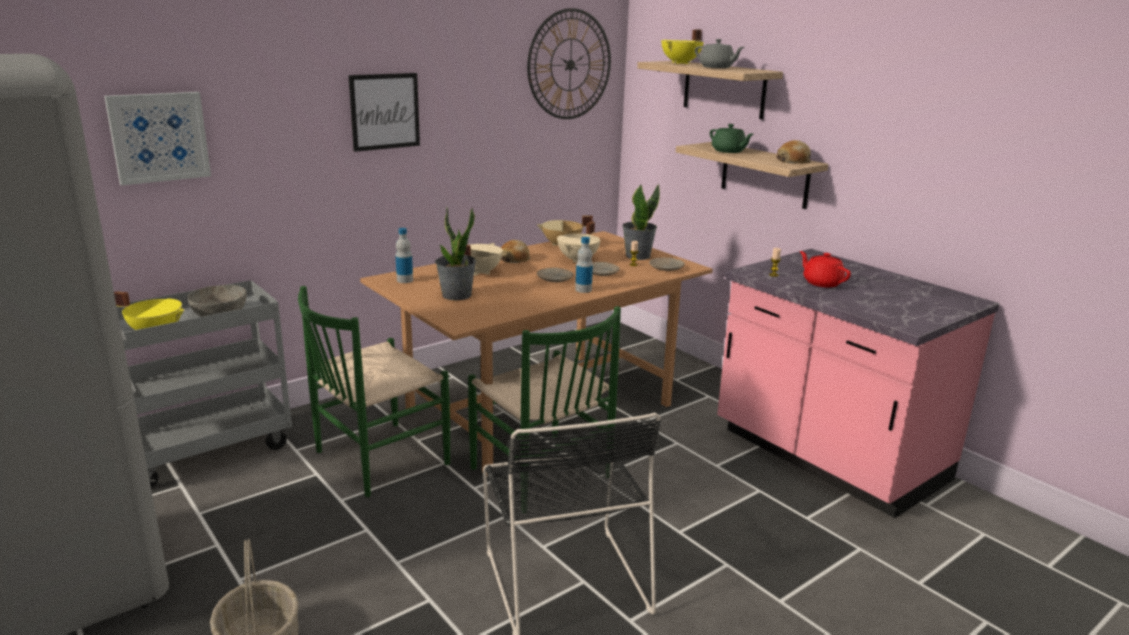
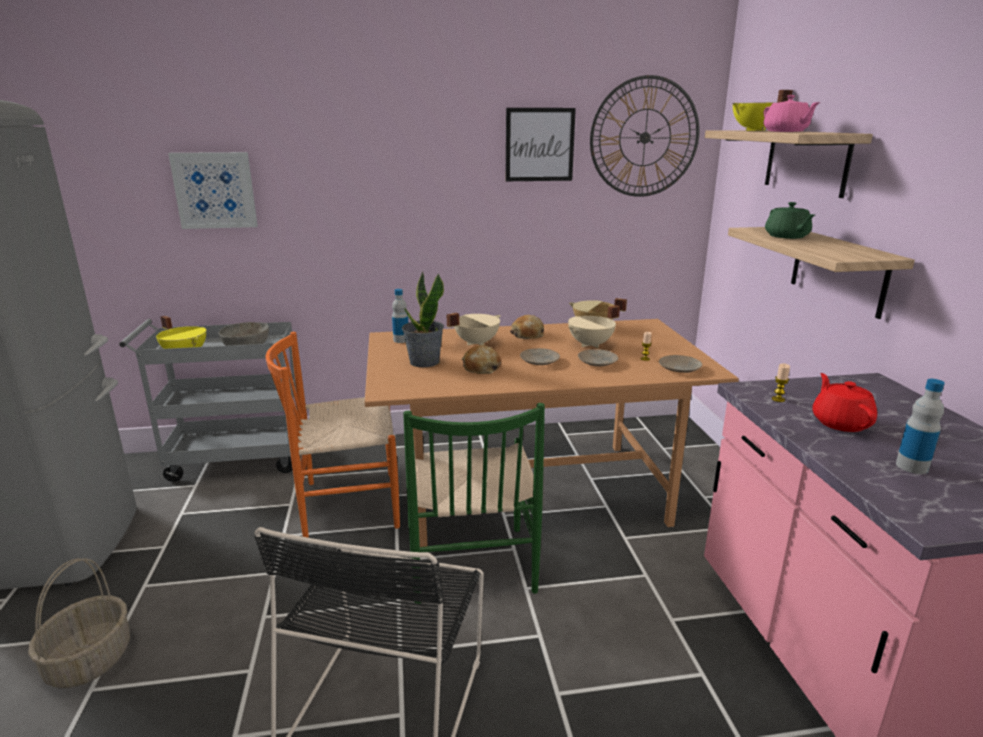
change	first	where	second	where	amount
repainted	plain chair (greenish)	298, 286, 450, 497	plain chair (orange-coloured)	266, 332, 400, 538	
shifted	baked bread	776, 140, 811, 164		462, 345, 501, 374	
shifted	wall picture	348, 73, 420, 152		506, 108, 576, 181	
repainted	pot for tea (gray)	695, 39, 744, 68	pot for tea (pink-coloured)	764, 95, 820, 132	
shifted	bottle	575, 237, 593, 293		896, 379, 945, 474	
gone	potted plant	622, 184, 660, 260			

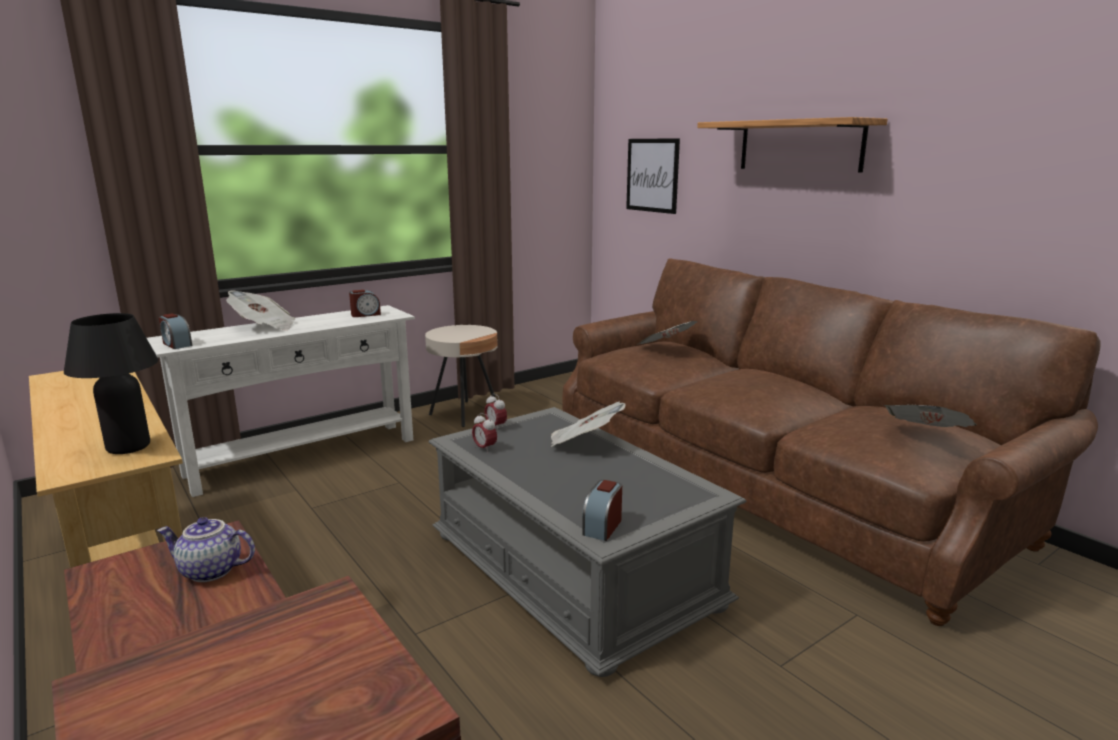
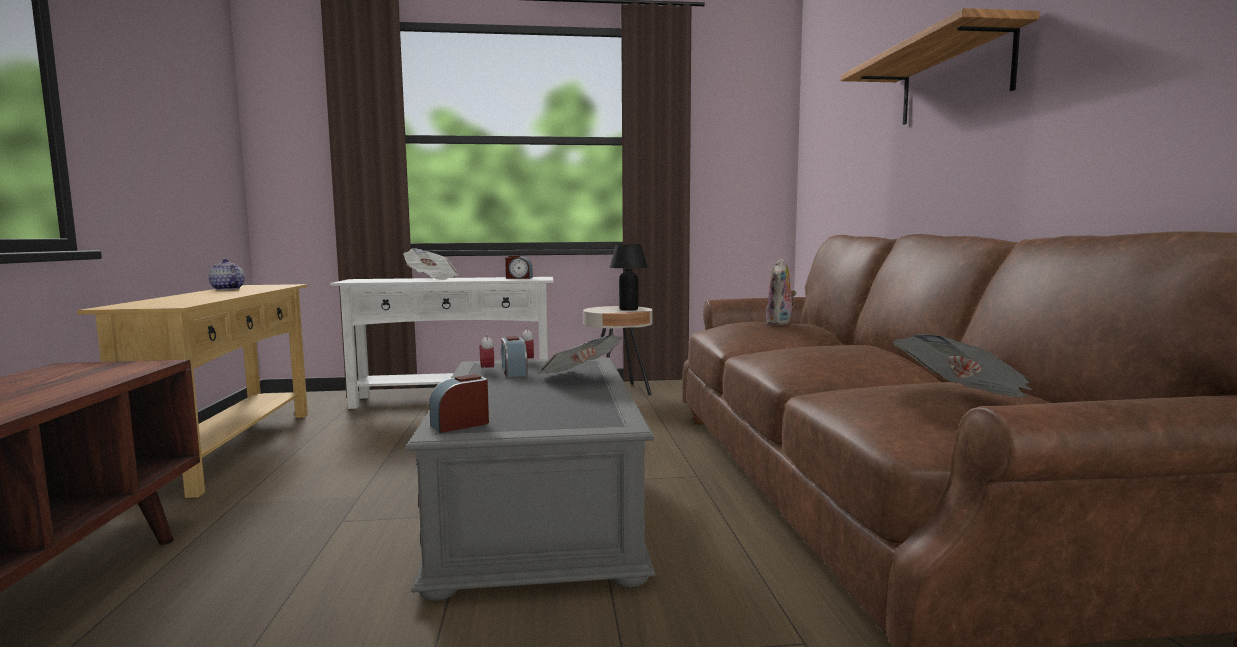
change	first	where	second	where	amount
shifted	pot for tea	157, 517, 255, 582		209, 259, 245, 290	
shifted	table clock	159, 313, 192, 349		501, 336, 528, 377	
shifted	table lamp (black)	64, 313, 158, 454		609, 245, 648, 310	
swapped	printed paper	637, 321, 698, 345	soft toy	766, 258, 797, 325	
gone	wall picture	626, 138, 680, 214			

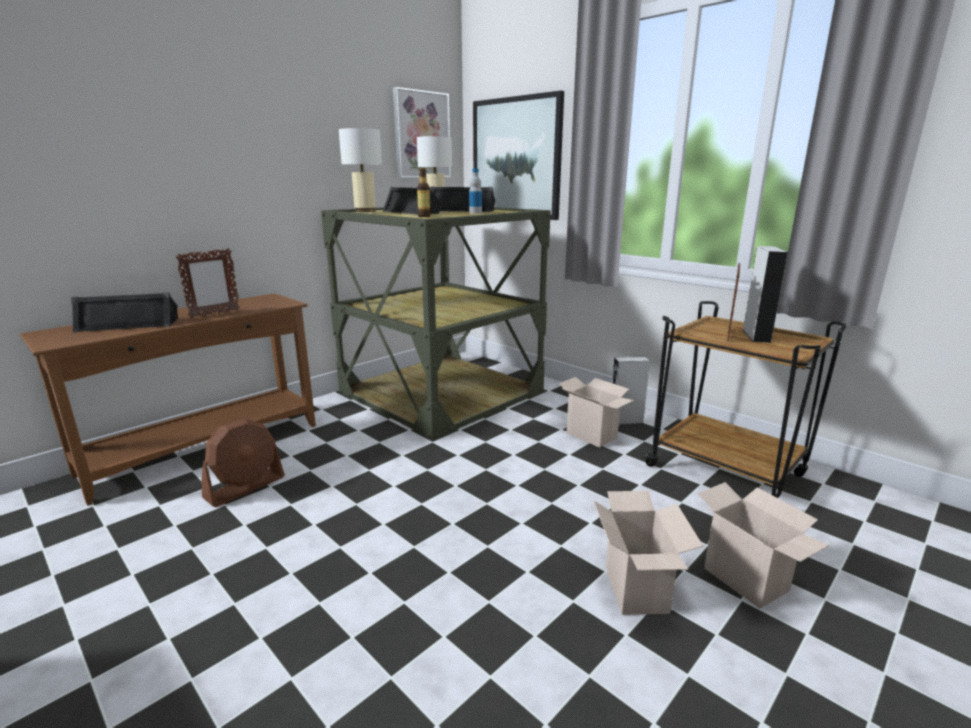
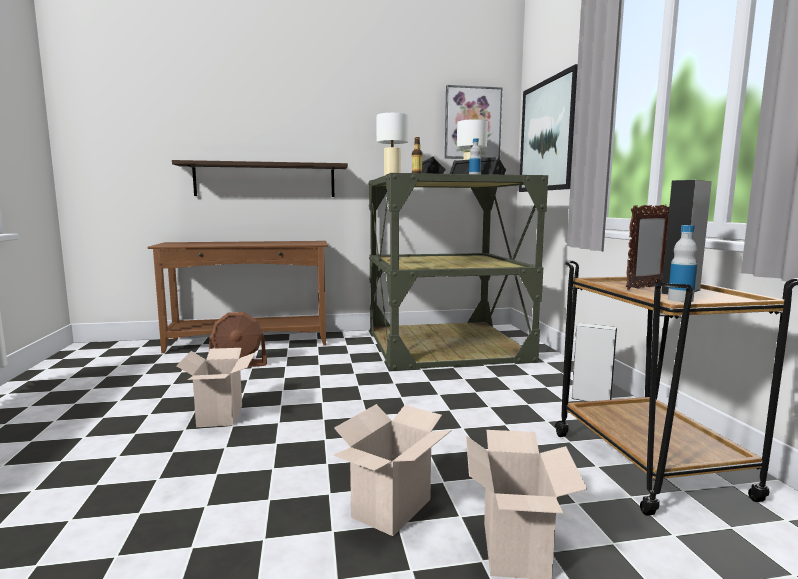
change	first	where	second	where	amount
new			shelf	172, 160, 348, 197	
shifted	packing box	558, 377, 634, 448		177, 348, 255, 427	
new			bottle	668, 225, 697, 302	
gone	audio speaker (black)	71, 292, 178, 332			
gone	picture frame	176, 248, 240, 318			

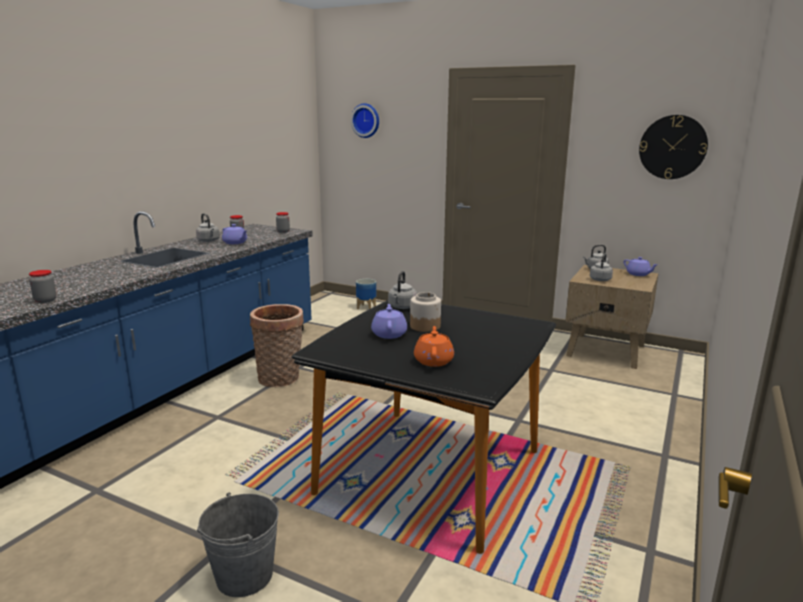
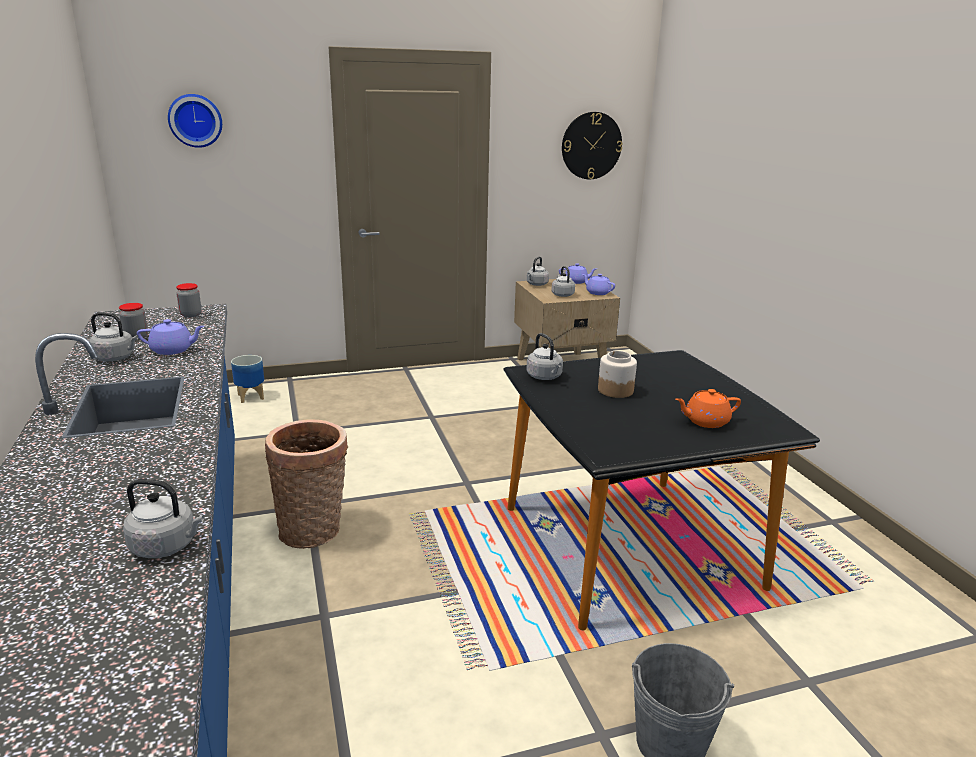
change	first	where	second	where	amount
swapped	preserve jar	29, 270, 56, 303	tea kettle (gray)	123, 479, 204, 558	
shifted	pot for tea (purple)	371, 304, 407, 339		582, 274, 615, 295	
rotated	pot for tea (orange-coloured)	414, 326, 454, 367		676, 389, 741, 428	60 degrees counterclockwise

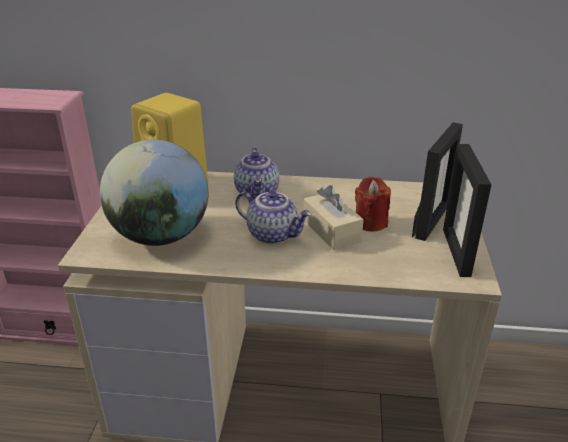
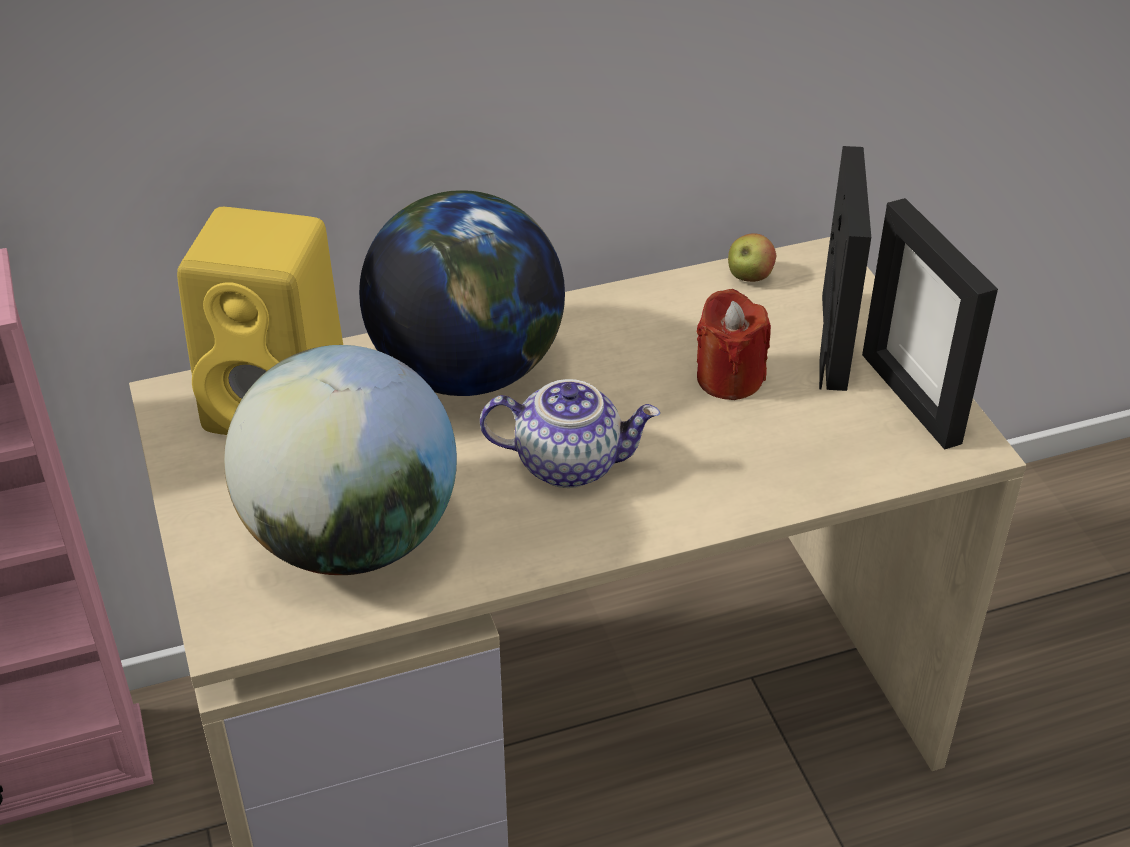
change	first	where	second	where	amount
swapped	pot for tea	234, 148, 279, 199	world globe	359, 190, 565, 396	
new			apple	728, 233, 776, 282	
gone	box of tissues (sand-coloured)	304, 185, 364, 250			

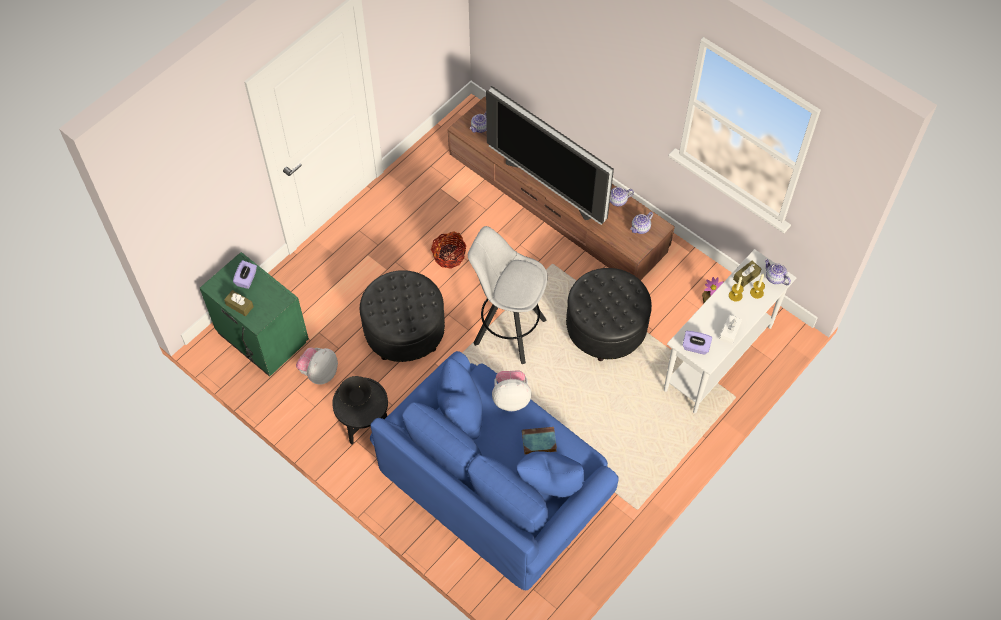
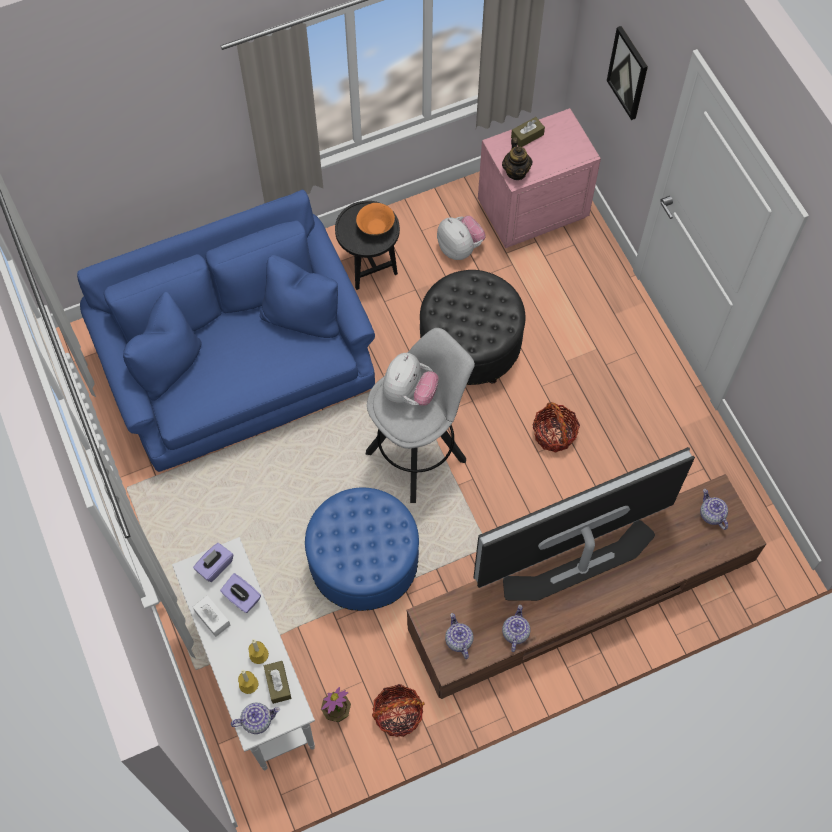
change	first	where	second	where	amount
shifted	box of tissues (purple)	233, 260, 257, 289		220, 573, 261, 613	
repainted	ottoman (black)	566, 268, 652, 361	ottoman (bluish)	305, 488, 419, 611	
repainted	bowl (black)	339, 376, 372, 406	bowl (orange-coloured)	356, 203, 395, 236	
new			basket	372, 684, 424, 737	
shifted	soft toy	492, 370, 532, 411		383, 353, 439, 406	
repainted	nightstand (greenish)	200, 252, 309, 377	nightstand (pink-coloured)	478, 108, 601, 248	
new			pot for tea	502, 137, 532, 180	
new			wall picture	607, 26, 648, 120	
gone	book	522, 427, 557, 455			

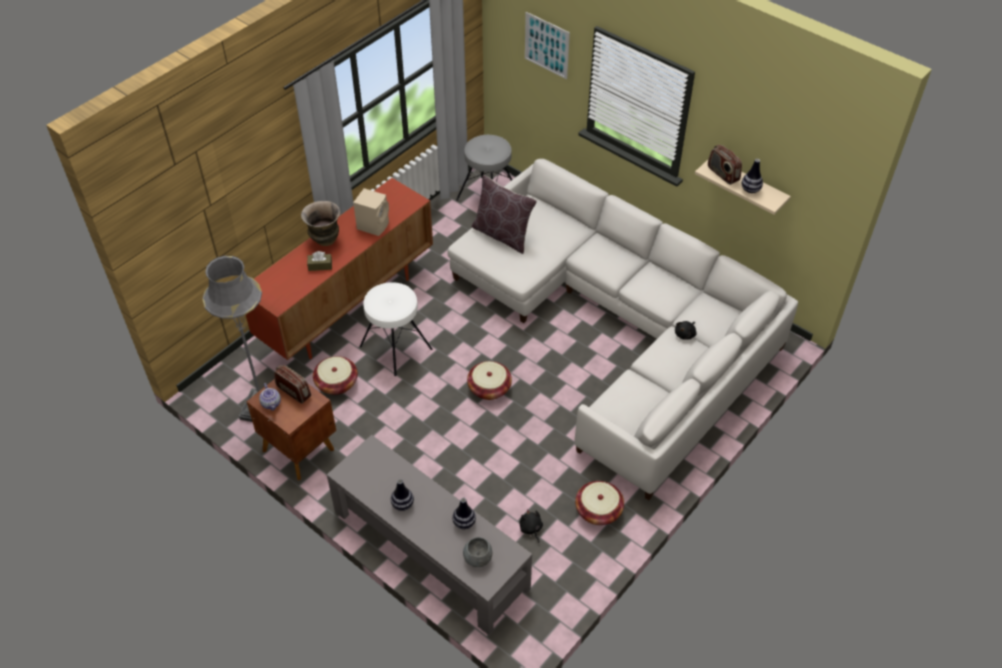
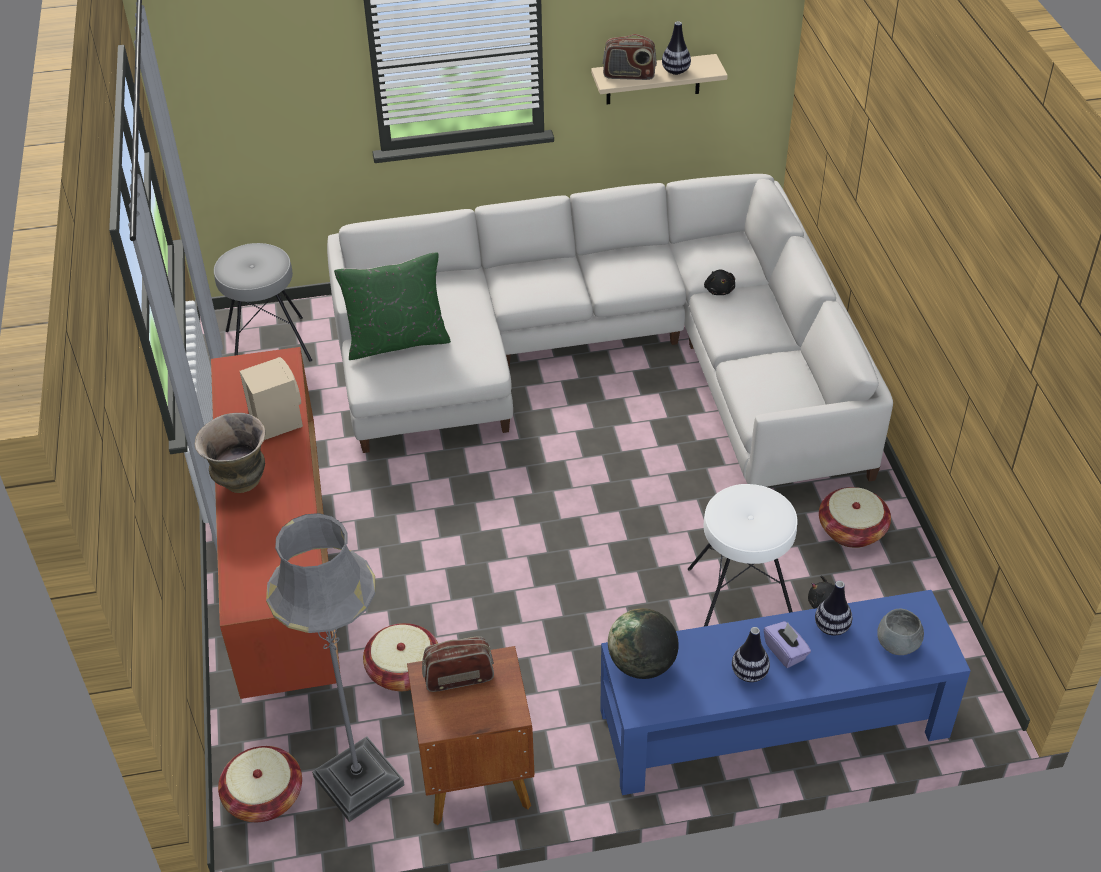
change	first	where	second	where	amount
shifted	basket	467, 361, 512, 400		218, 746, 302, 822	
repainted	cushion (brown-coloured)	471, 175, 537, 254	cushion (greenish)	334, 252, 451, 360	
repainted	tv stand (gray)	327, 435, 532, 635	tv stand (bluish)	600, 590, 971, 795	
new			world globe	608, 608, 679, 679	
shifted	stool seat (white)	360, 283, 432, 376		688, 484, 797, 626	
new			box of tissues (purple)	764, 621, 811, 668	
gone	pot for tea	259, 383, 281, 411			
gone	box of tissues (brown-coloured)	307, 251, 332, 271			
gone	wall picture	525, 12, 570, 80			

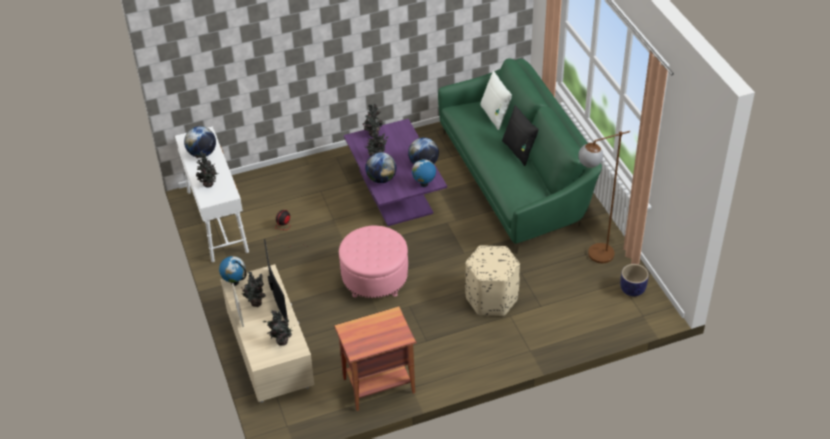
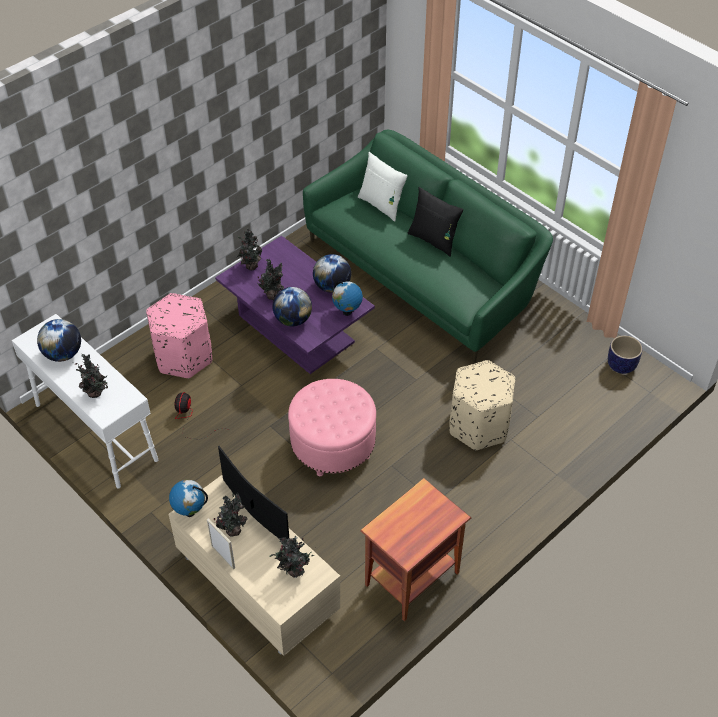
change	first	where	second	where	amount
new			ottoman (pink-coloured)	146, 293, 212, 379	
gone	standard lamp (brown-coloured)	578, 131, 630, 263			

